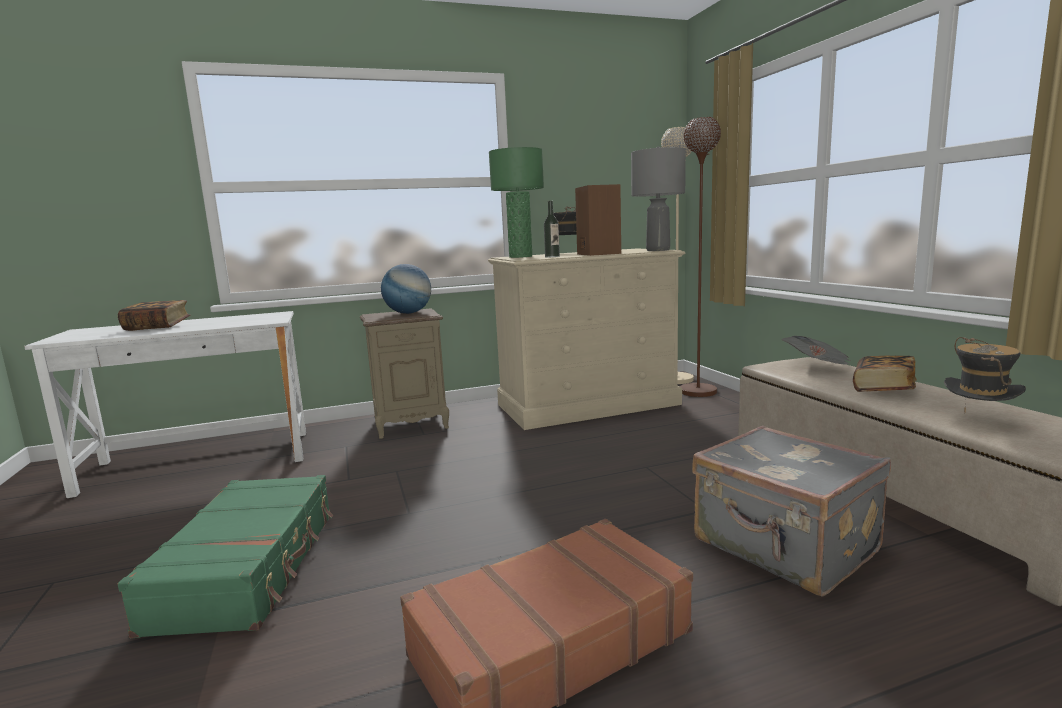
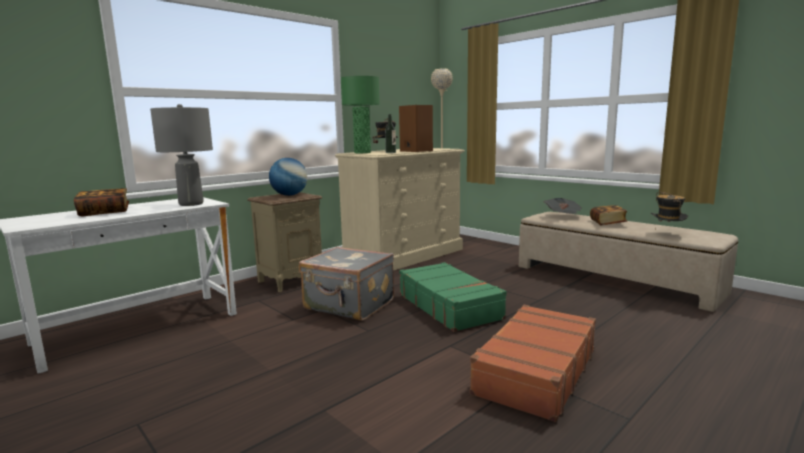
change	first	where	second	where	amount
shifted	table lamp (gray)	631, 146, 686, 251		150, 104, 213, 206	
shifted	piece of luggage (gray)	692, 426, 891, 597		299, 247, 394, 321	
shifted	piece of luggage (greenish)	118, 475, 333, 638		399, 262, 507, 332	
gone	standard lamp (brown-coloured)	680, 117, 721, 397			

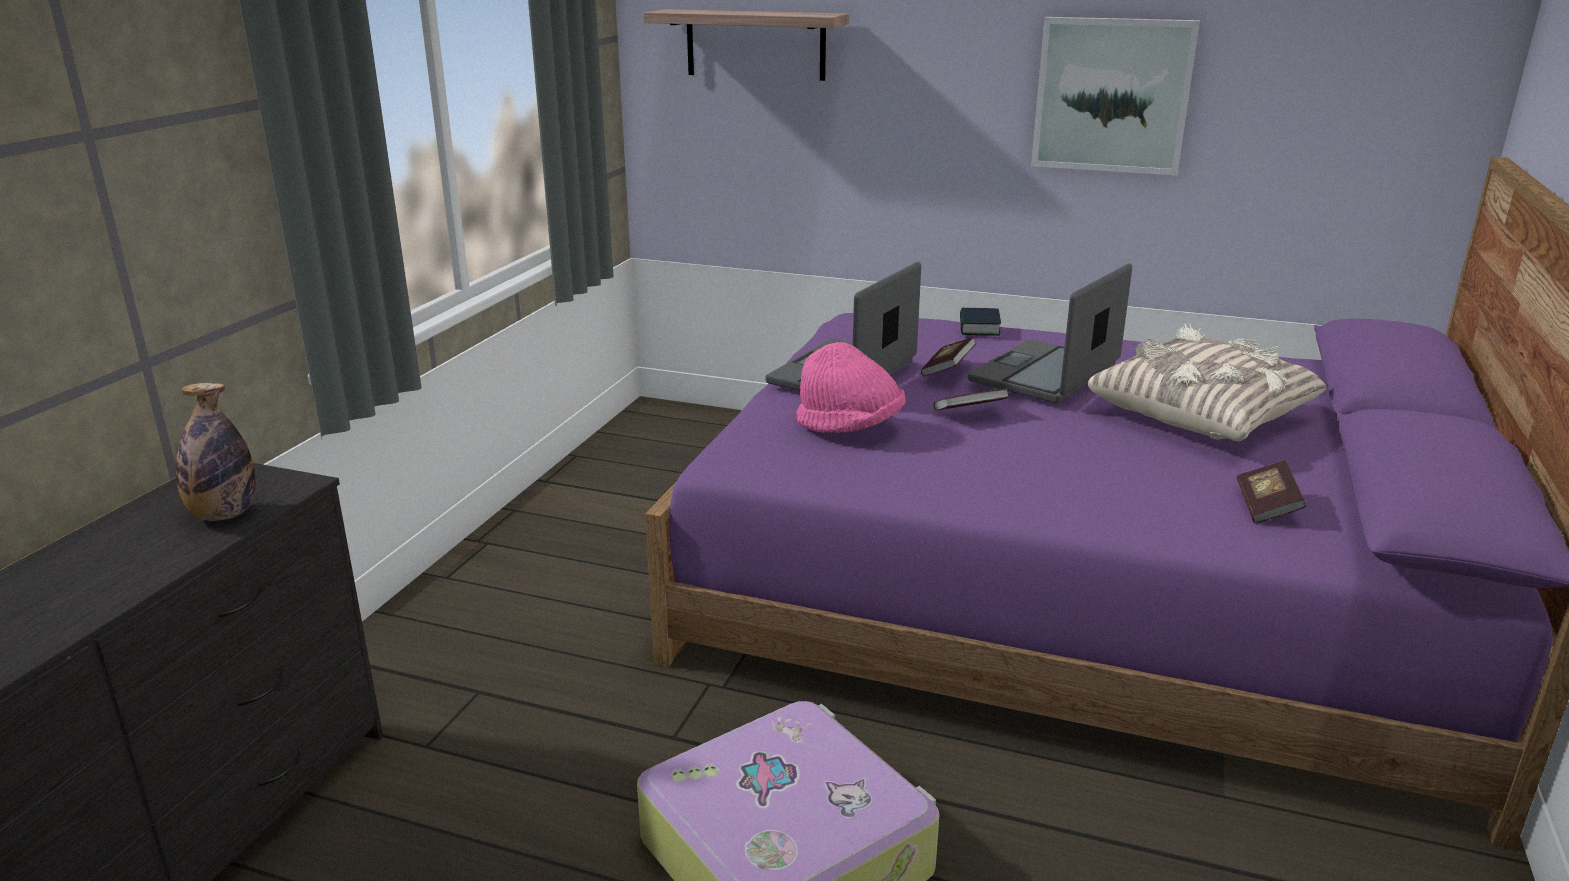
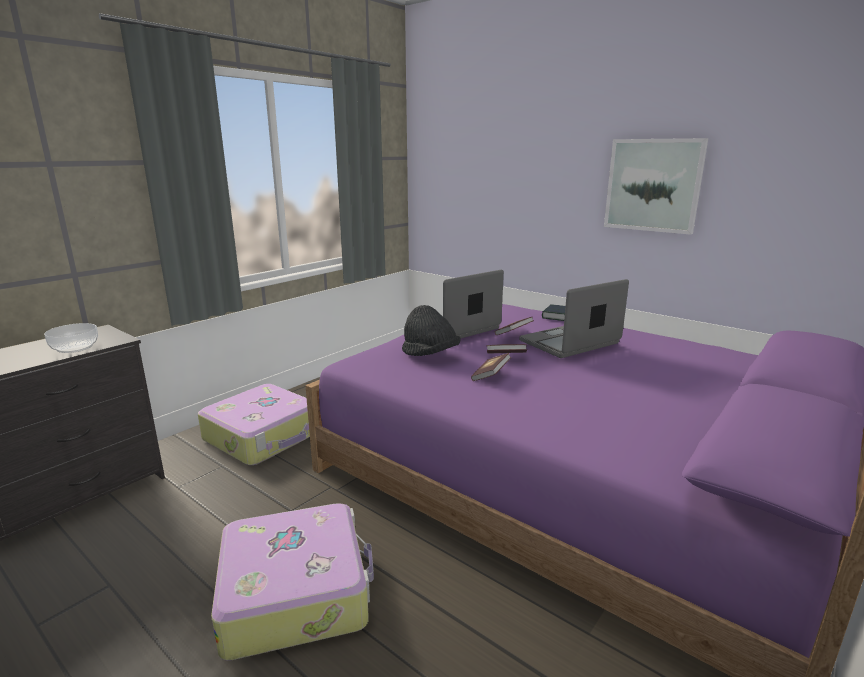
change	first	where	second	where	amount
swapped	bottle	175, 383, 256, 521	bowl	44, 323, 98, 353	
new			piece of luggage	198, 384, 310, 465	
repainted	clothing hat (pink-coloured)	796, 342, 905, 433	clothing hat (black)	402, 305, 460, 356	
shifted	book	1237, 460, 1306, 524		471, 353, 511, 381	
gone	shelf	643, 9, 849, 81			
gone	cushion (sand-coloured)	1088, 323, 1326, 441			

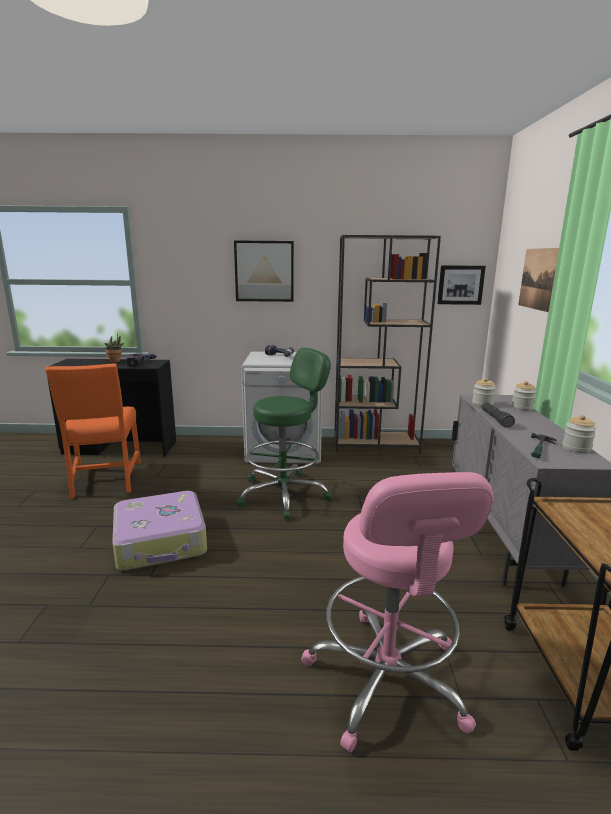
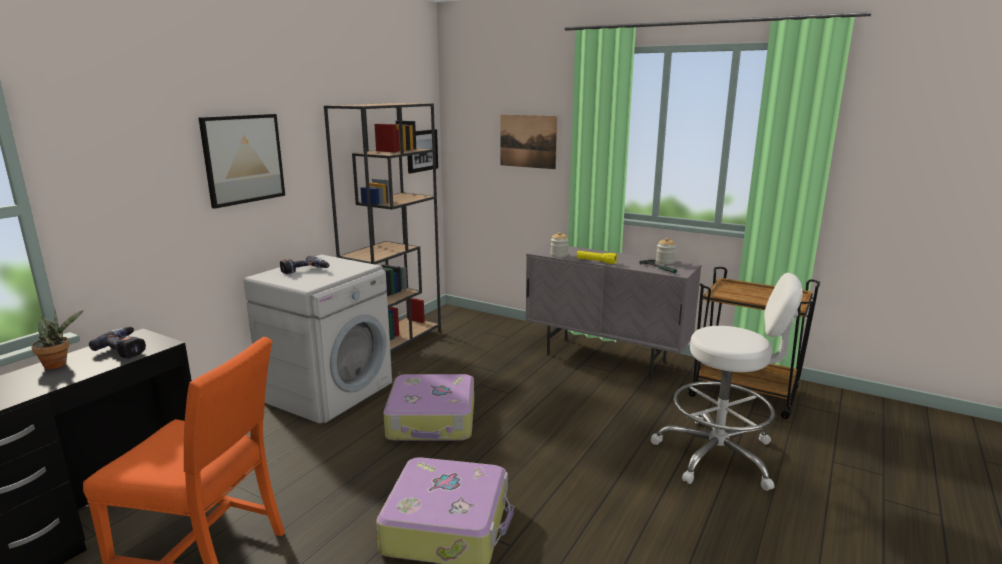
change	first	where	second	where	amount
swapped	stool seat (greenish)	236, 348, 333, 519	piece of luggage	383, 374, 474, 441	
repainted	torch (black)	482, 402, 515, 428	torch (yellowish)	577, 251, 617, 264	
repainted	stool seat (pink-coloured)	301, 472, 493, 752	stool seat (white)	650, 273, 803, 491	
gone	preserve jar	511, 381, 536, 411			

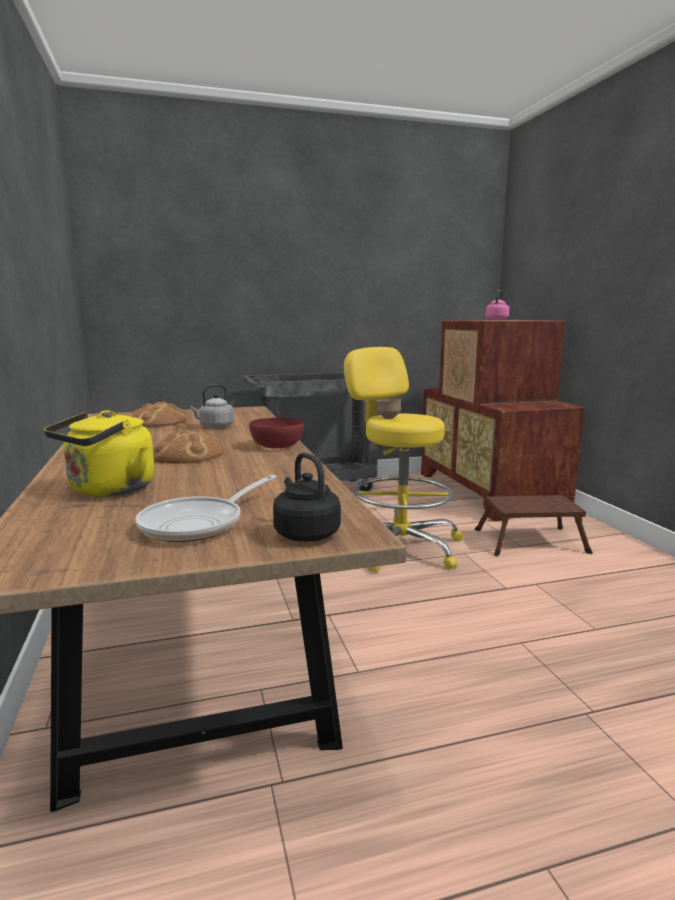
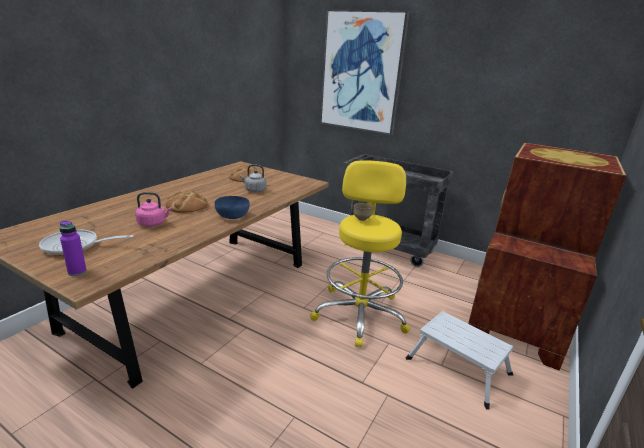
change	first	where	second	where	amount
swapped	tea kettle (black)	273, 452, 341, 542	bottle (purple)	59, 221, 87, 276	
shifted	tea kettle (pink-coloured)	485, 290, 509, 320		135, 192, 172, 227	
repainted	bowl (red-coloured)	249, 418, 304, 448	bowl (bluish)	214, 196, 250, 219	
new			wall picture	320, 9, 410, 135	
repainted	step stool (brown-coloured)	474, 495, 593, 556	step stool (white)	406, 311, 514, 410	
gone	tea kettle (yellowish)	44, 410, 154, 497			

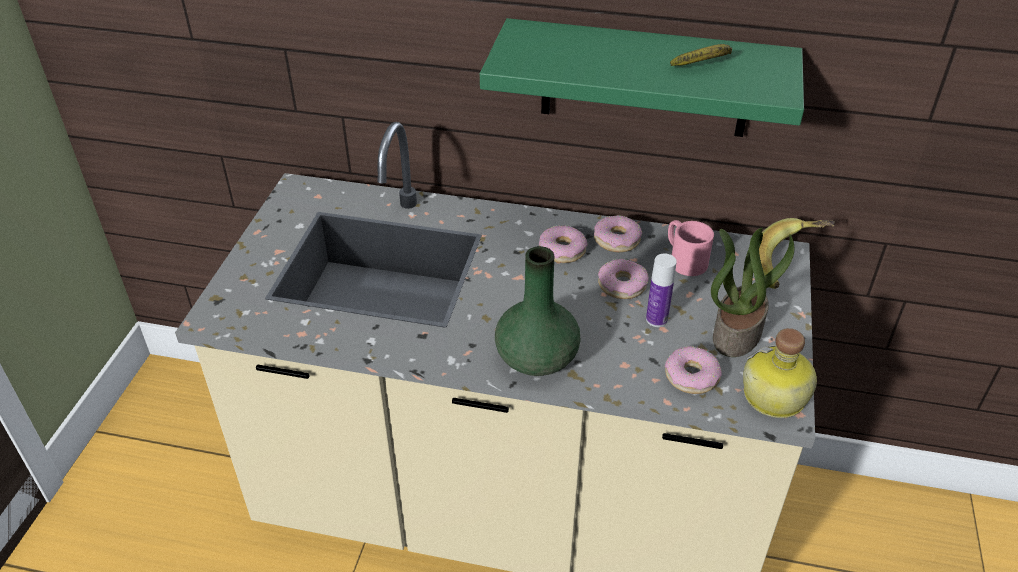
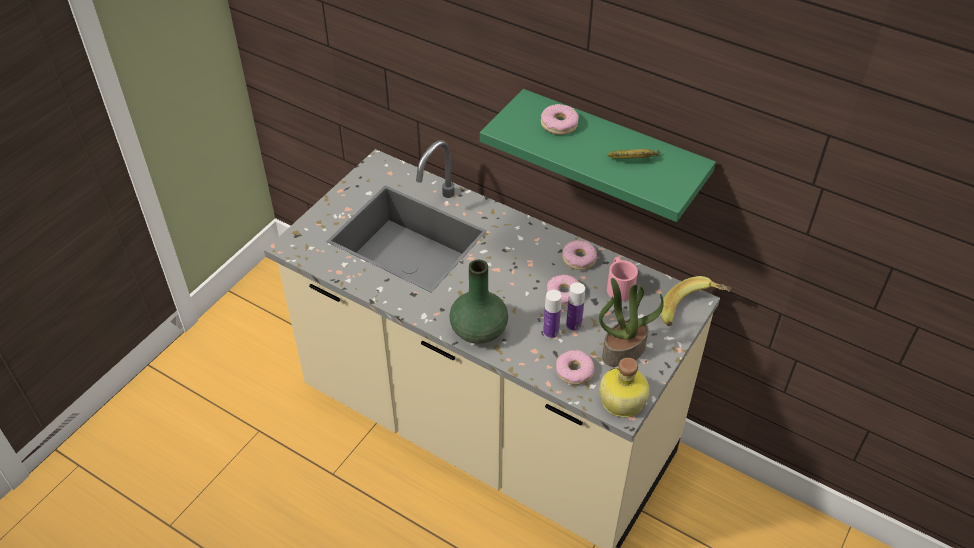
change	first	where	second	where	amount
shifted	ring doughnut	539, 225, 588, 263		541, 104, 579, 135	
new			bottle	543, 290, 562, 339	

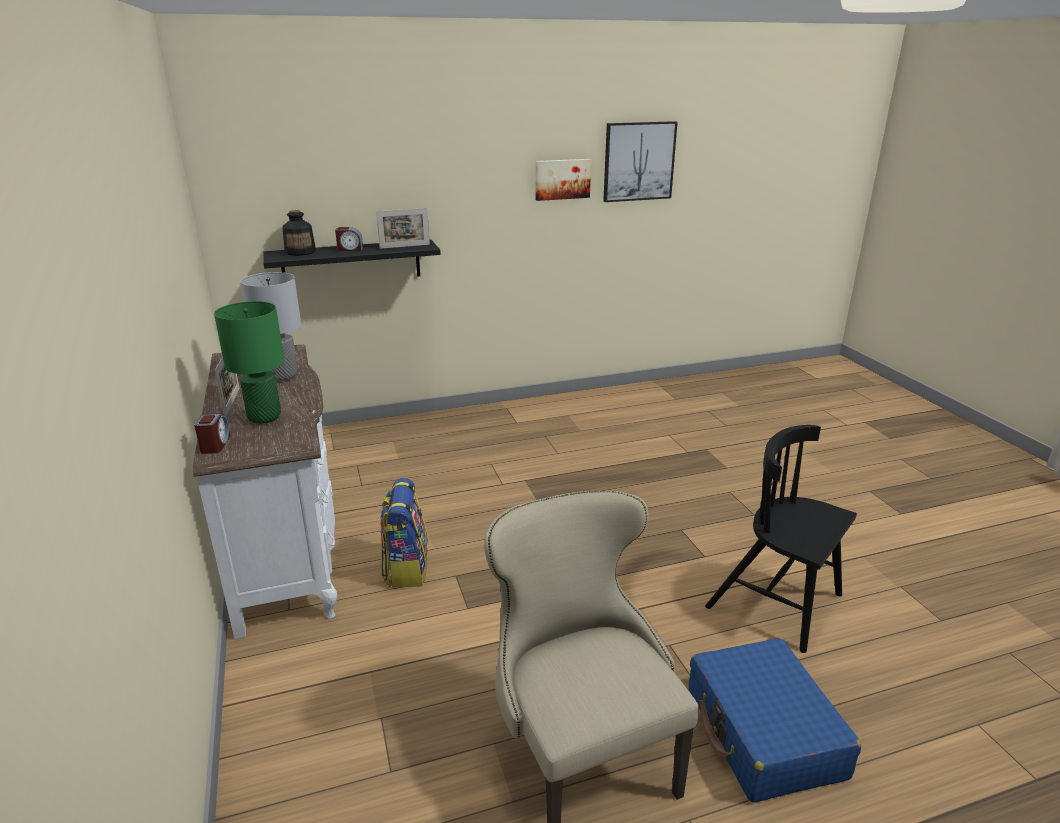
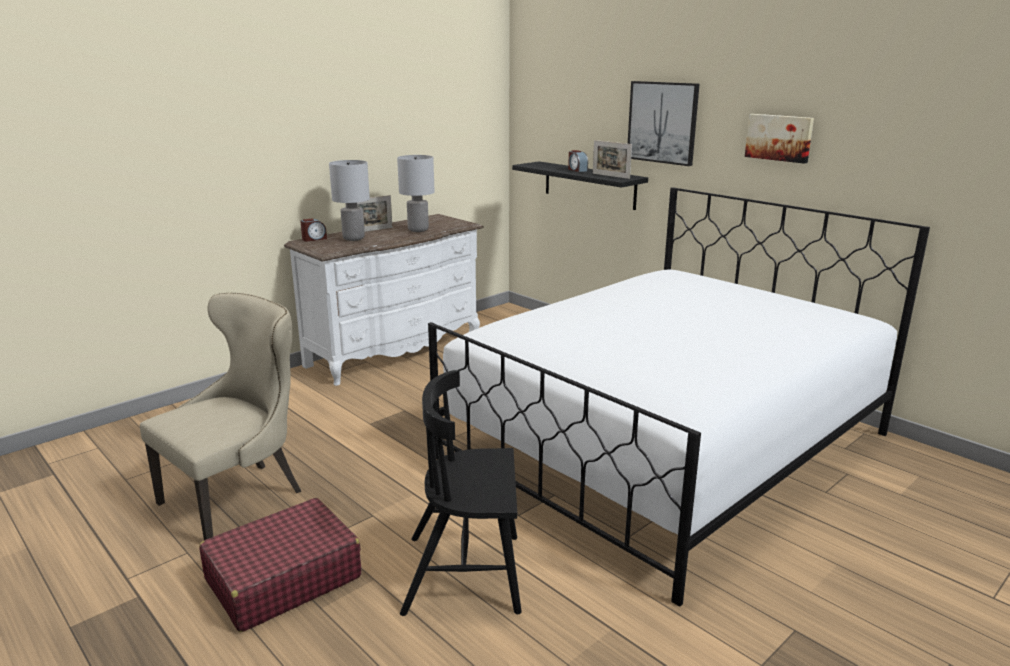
change	first	where	second	where	amount
repainted	piece of luggage (bluish)	689, 638, 861, 803	piece of luggage (red-coloured)	199, 498, 361, 632	
repainted	table lamp (greenish)	214, 301, 284, 424	table lamp (gray)	329, 160, 370, 241	
rotated	plain chair (black)	705, 425, 857, 653		400, 370, 522, 616	105 degrees counterclockwise
new			bed (white)	428, 187, 930, 607	
shifted	wall picture	603, 121, 678, 202		628, 81, 700, 166	
gone	bottle	282, 210, 316, 256			
gone	backpack	380, 478, 428, 588			

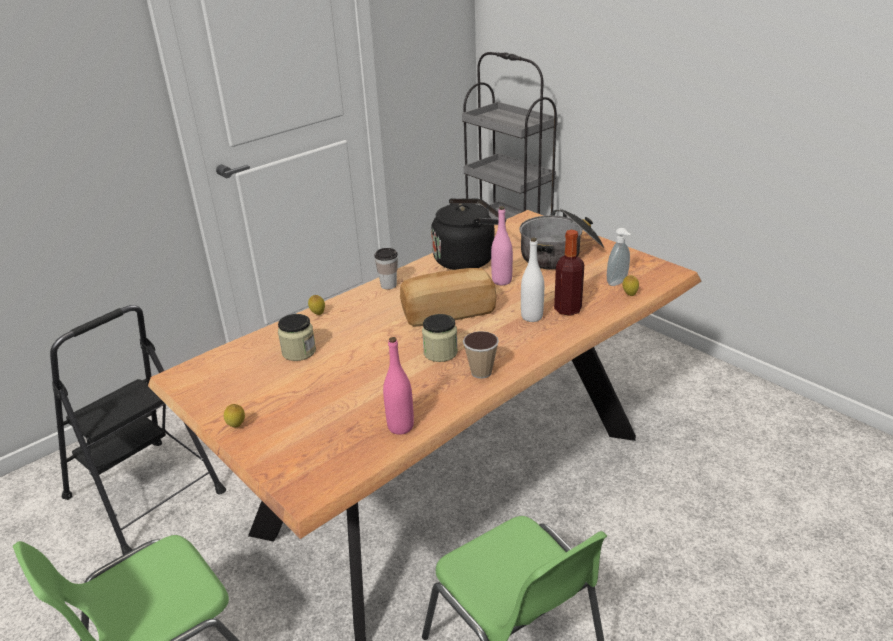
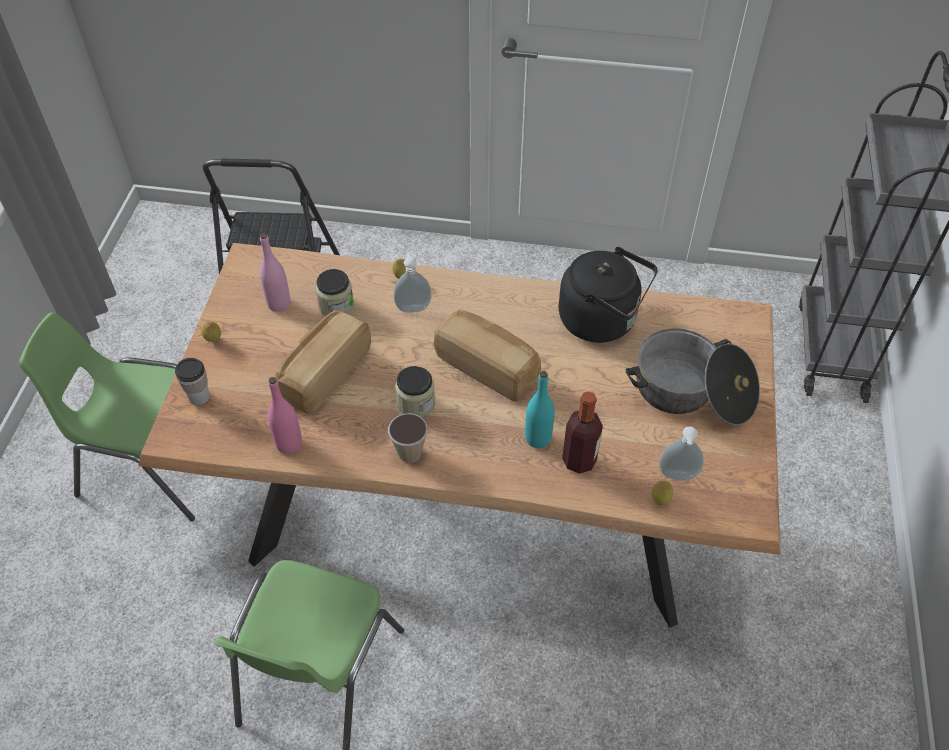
change	first	where	second	where	amount
shifted	drinking cup	374, 248, 398, 289		175, 358, 210, 405	
shifted	bottle (pink-coloured)	491, 206, 513, 285		260, 233, 290, 312	
new			baked bread	275, 310, 371, 414	
new			liquid soap bottle	394, 253, 431, 313	
repainted	bottle (white)	521, 238, 544, 322	bottle (turquoise)	525, 371, 555, 448	

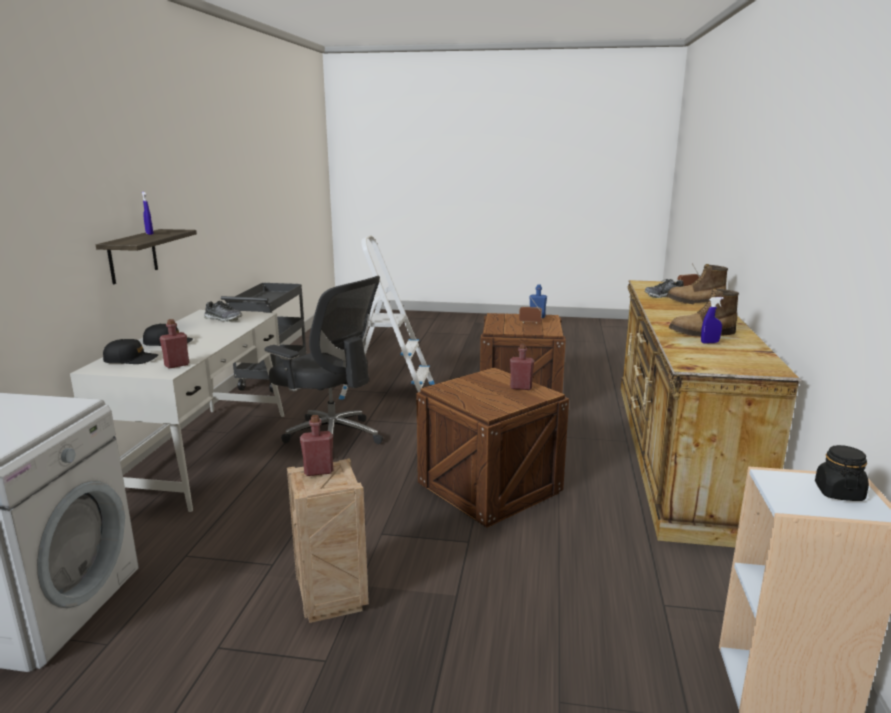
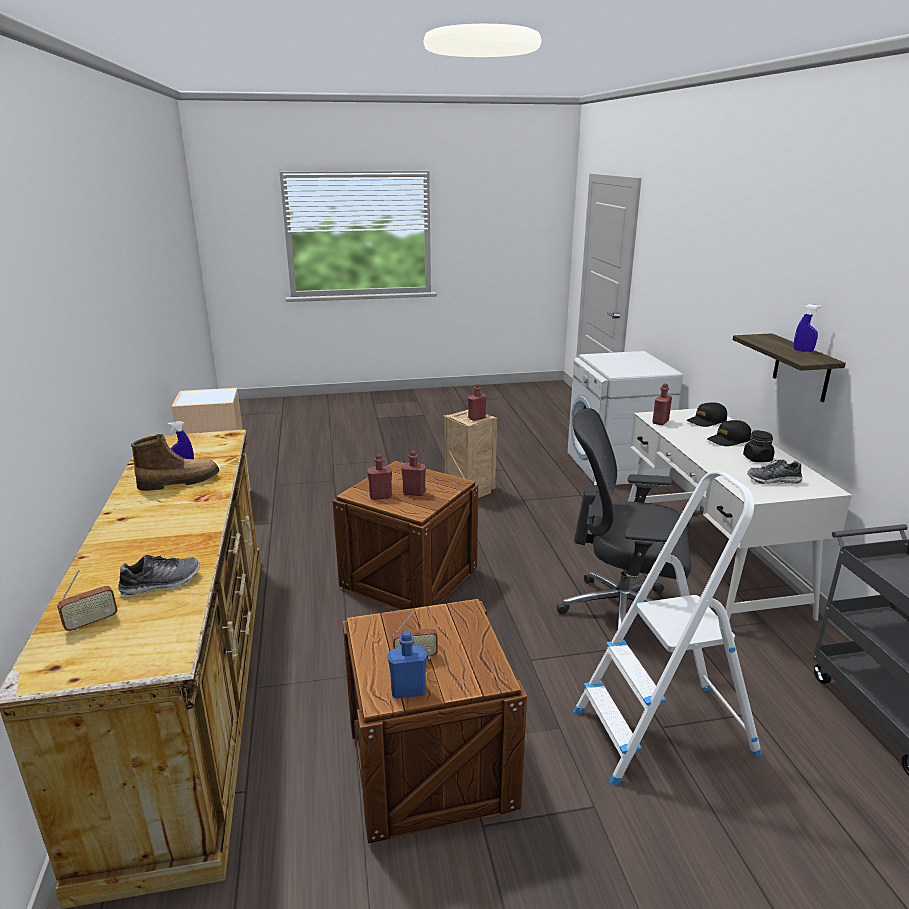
change	first	where	second	where	amount
new			bottle (red-coloured)	401, 450, 426, 496	
shifted	preserve jar (black)	815, 445, 869, 501		743, 430, 775, 462	
gone	boot	666, 264, 728, 304			

